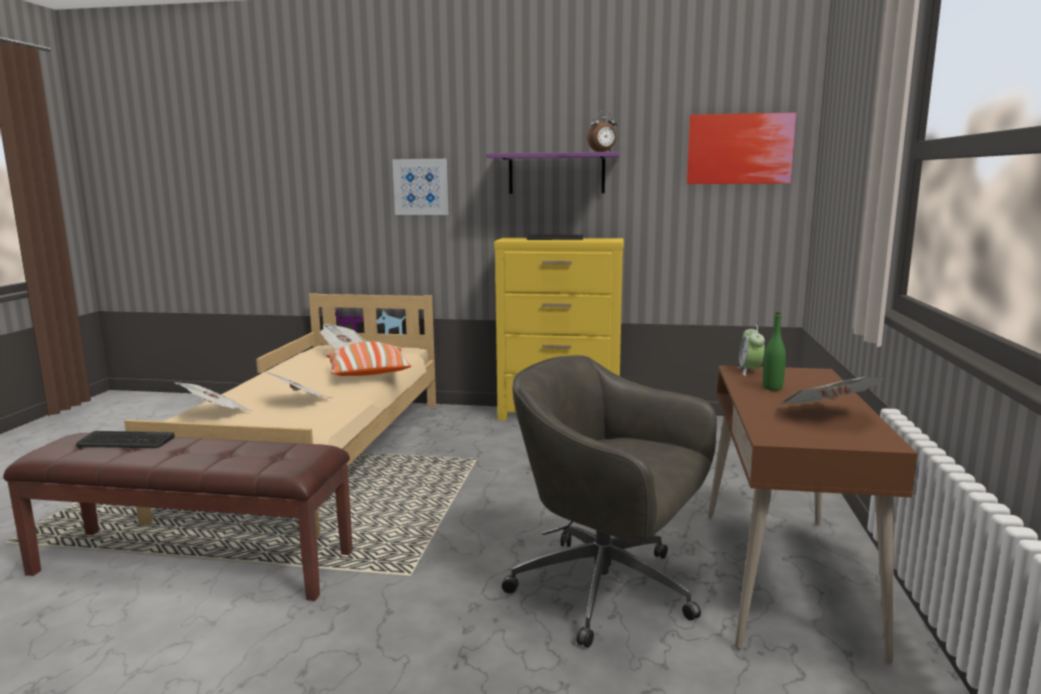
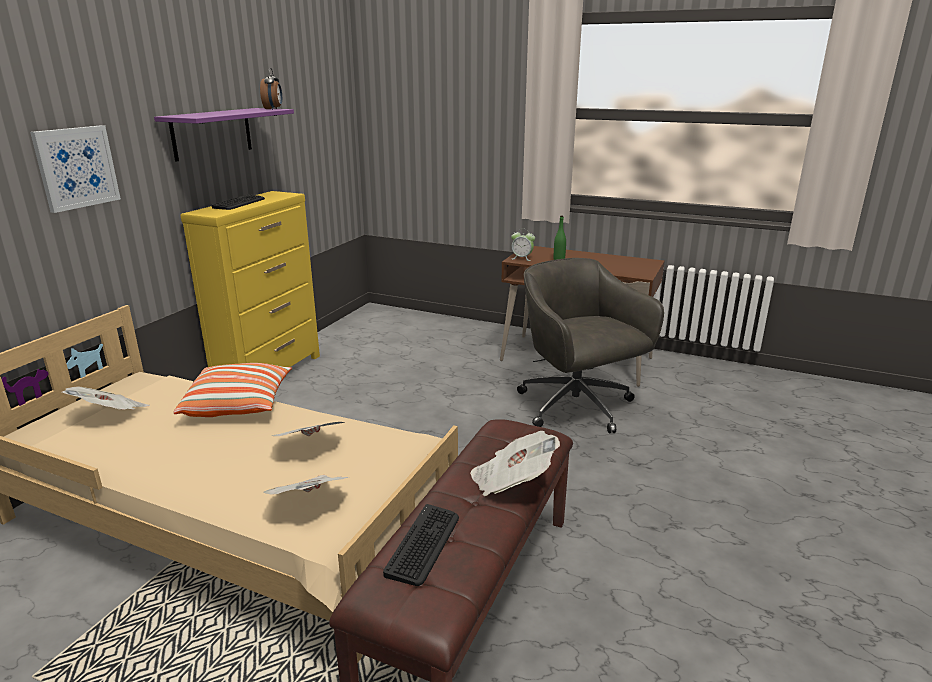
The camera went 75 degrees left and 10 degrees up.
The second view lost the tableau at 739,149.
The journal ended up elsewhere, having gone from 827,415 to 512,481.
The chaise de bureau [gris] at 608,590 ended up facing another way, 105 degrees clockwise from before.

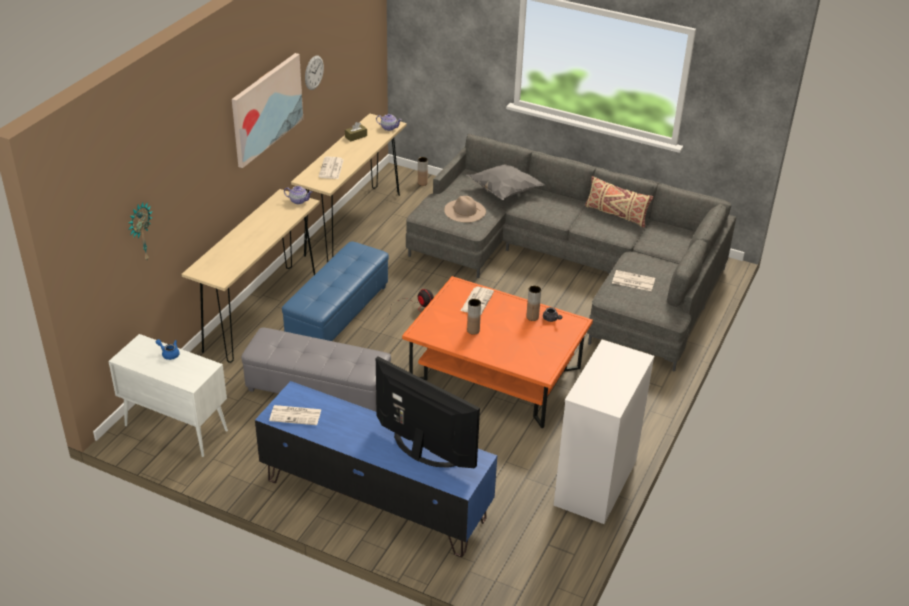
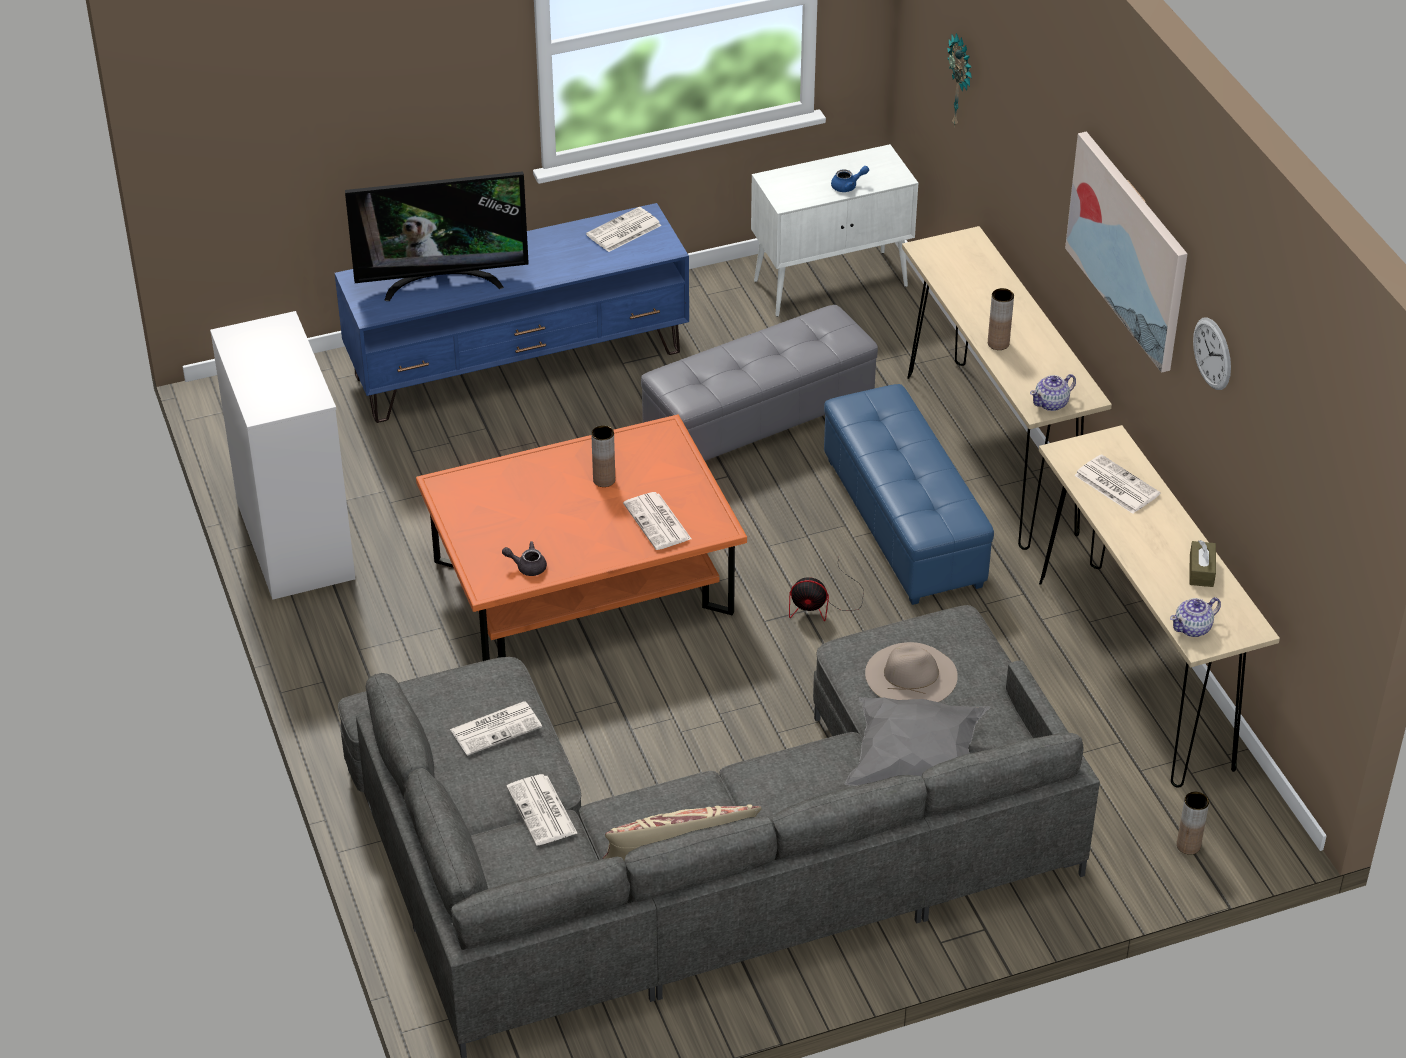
The camera went 135 degrees right and 5 degrees up.
The second view gained the journal at 542,811.
The vase [marron] ended up elsewhere, having gone from 532,317 to 998,343.

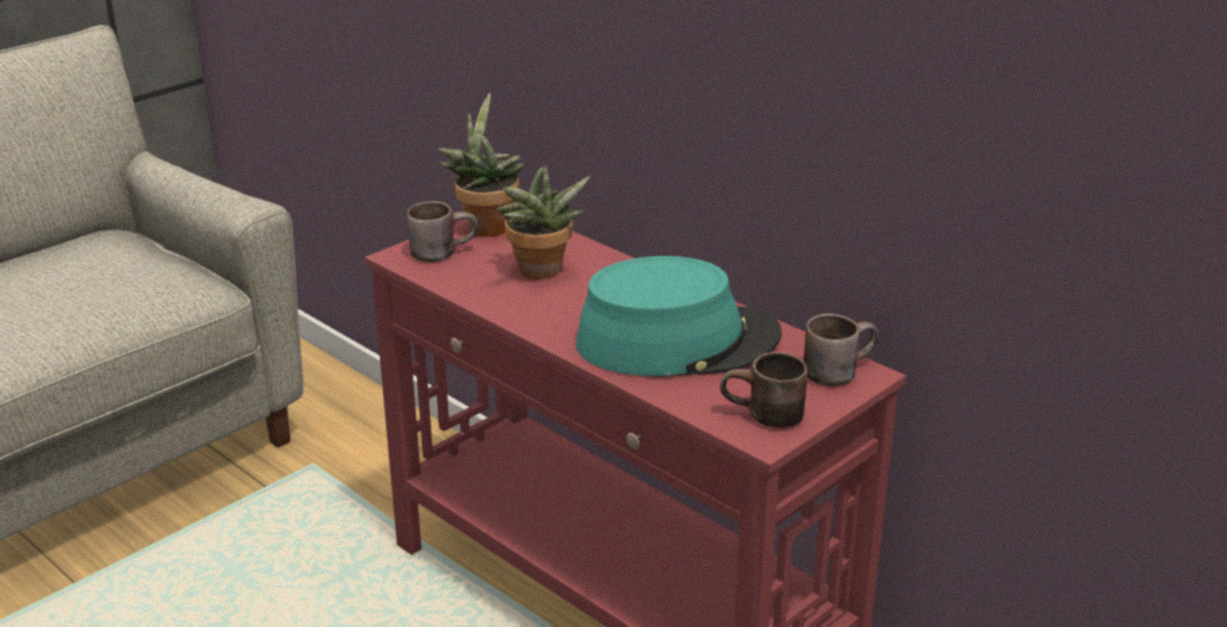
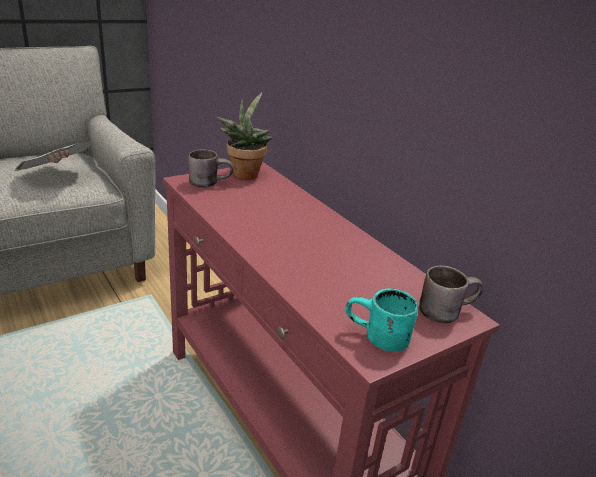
The camera went 10 degrees right and 0 degrees up.
The second view lost the plante en pot at 540,273.
The second view lost the chapeau [turquoise] at 677,341.
The second view gained the journal at 56,175.
What was the mug [marron] at 764,418 turned into the mug [turquoise] at 377,339.

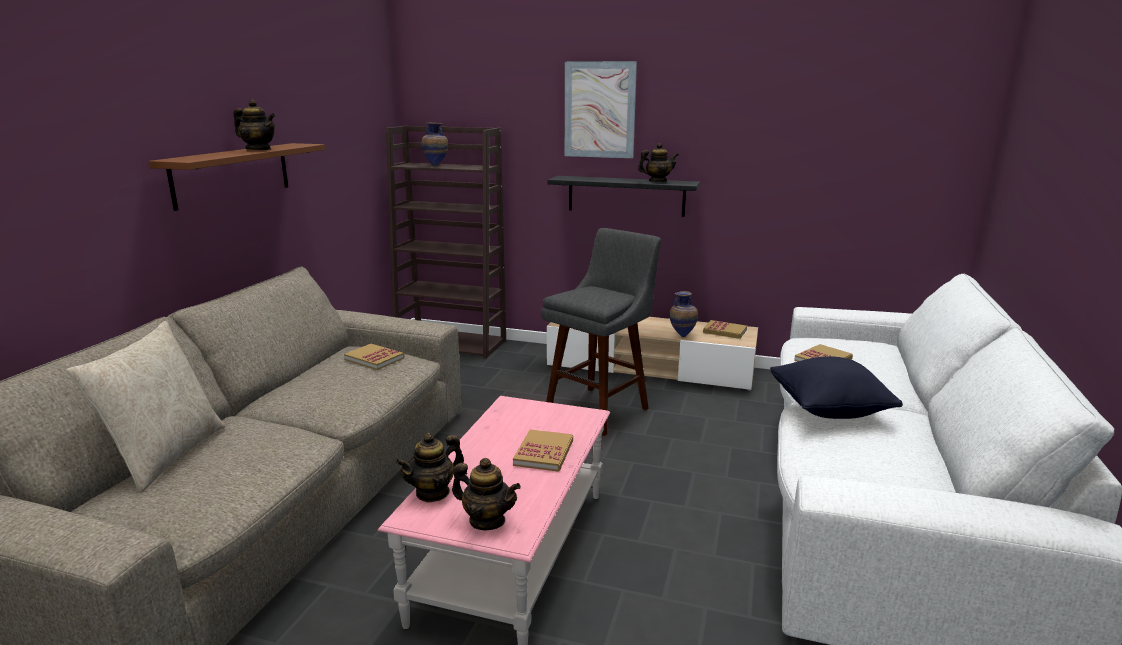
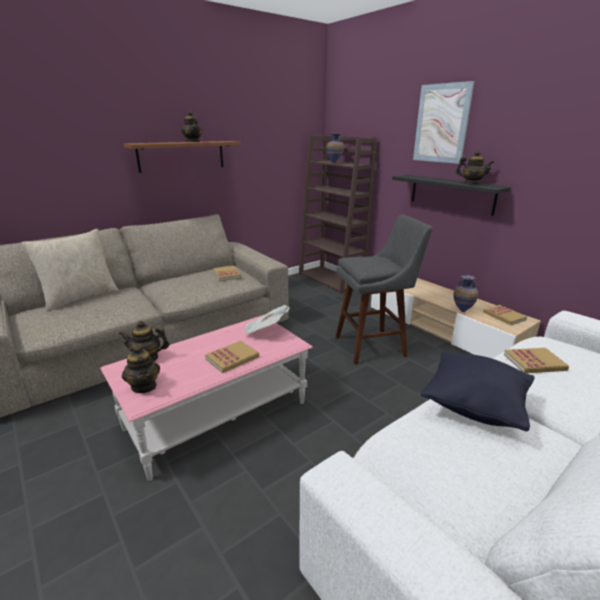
The camera went 35 degrees right and 5 degrees up.
The second view gained the journal at 265,331.

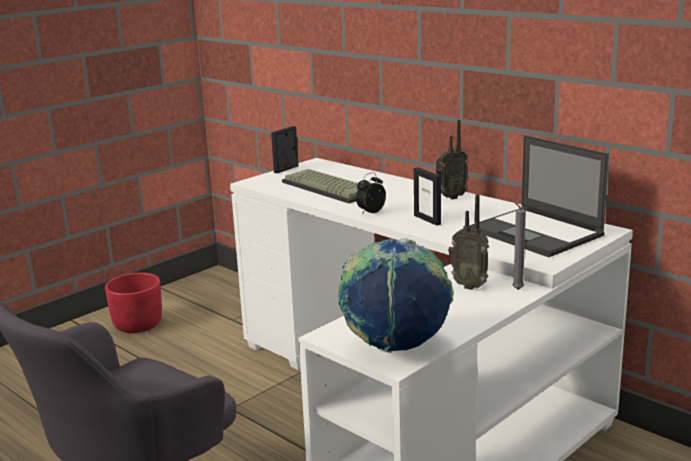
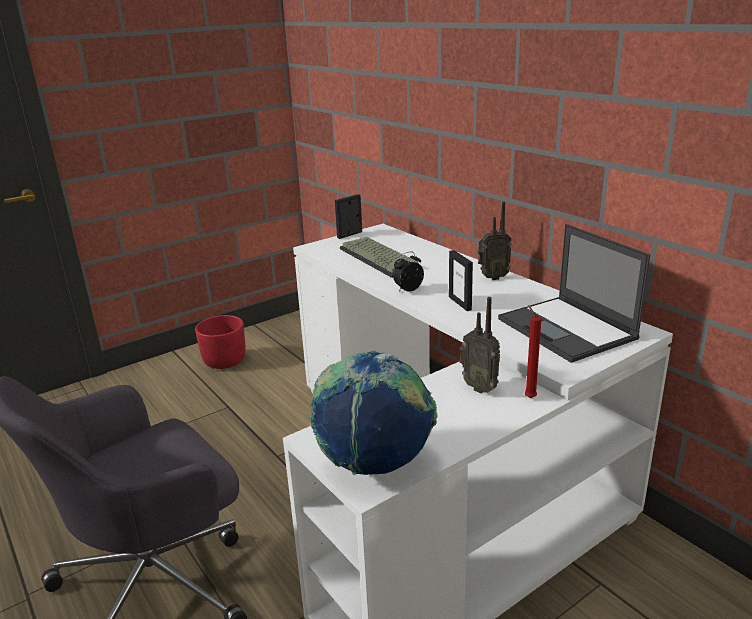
The camera went 10 degrees right and 5 degrees up.
What was the bougie [gris] at 516,289 turned into the bougie [rouge] at 528,397.

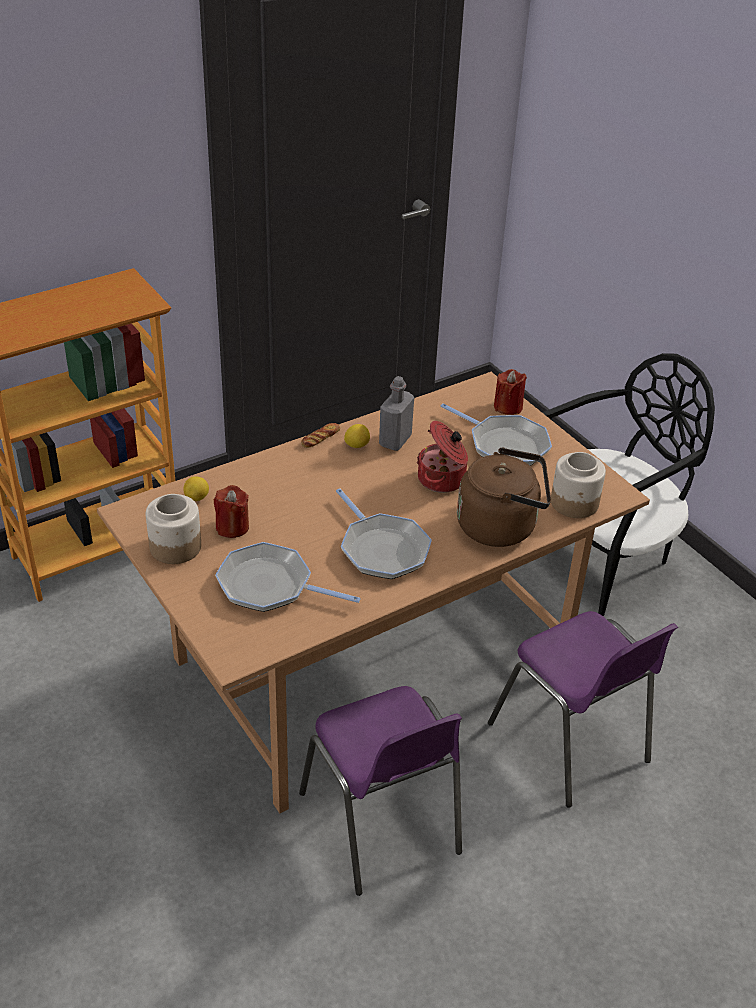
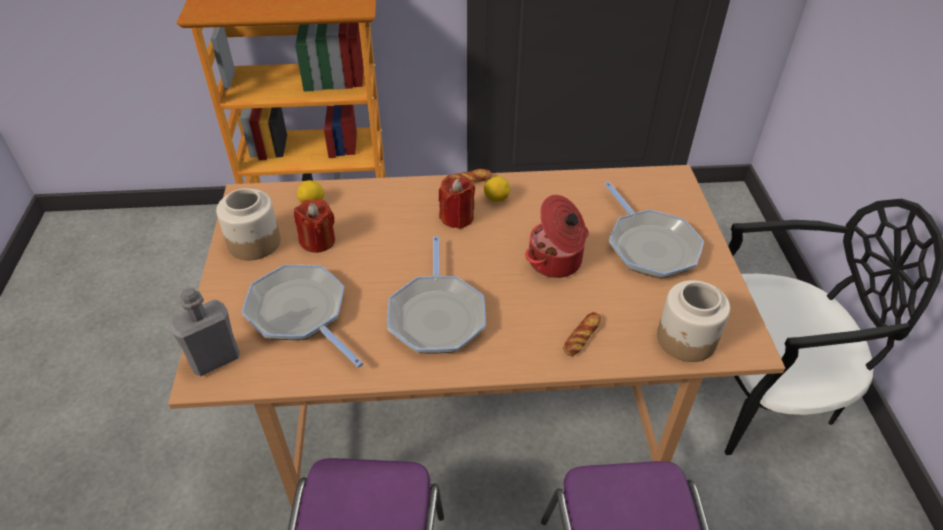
The camera went 30 degrees right and 5 degrees up.
The bouteille [gris] ended up elsewhere, having gone from 395,440 to 215,359.
The bougie [rouge] ended up elsewhere, having gone from 508,407 to 457,217.
Where the bouilloire [marron] stood at 501,526, the pain came to stand at 581,336.

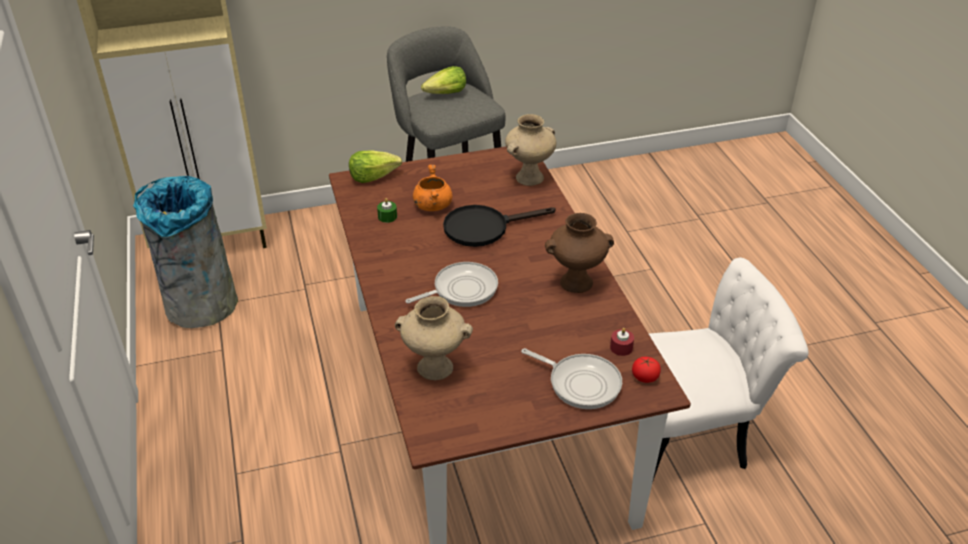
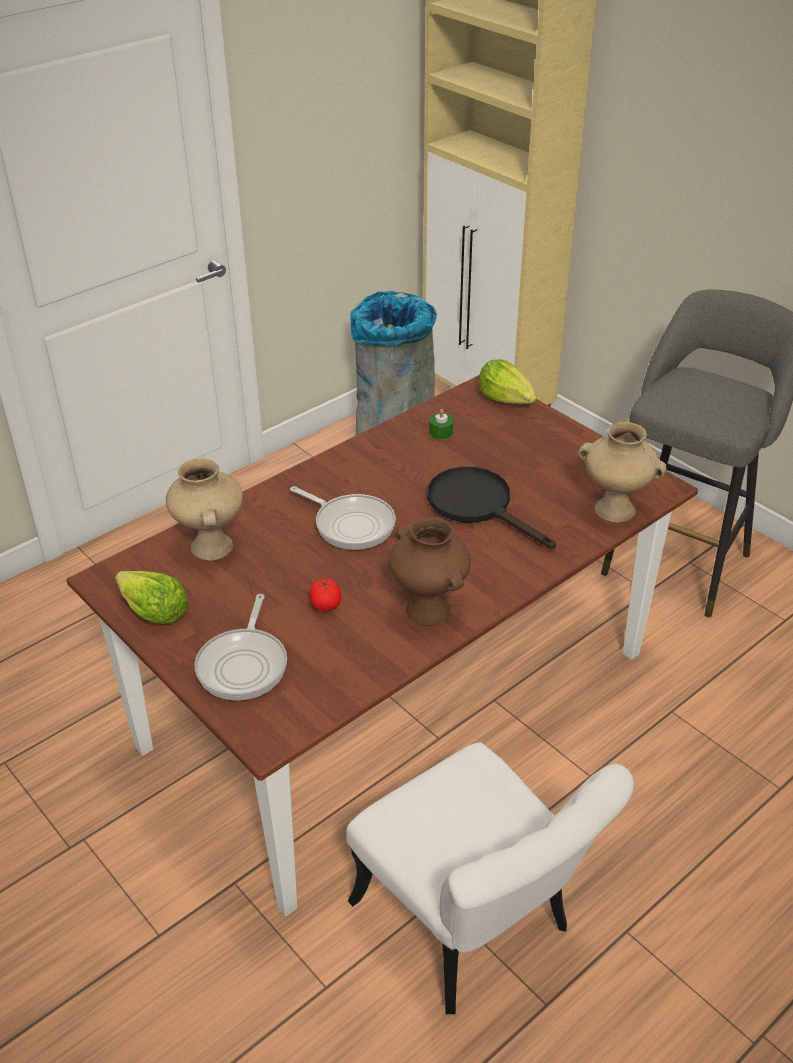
The camera went 65 degrees right and 0 degrees up.
The second view lost the marmite [orange] at 432,205.
The second view lost the bougie [rouge] at 621,347.
The laitue ended up elsewhere, having gone from 446,94 to 153,612.
The tomate ended up elsewhere, having gone from 645,377 to 325,605.

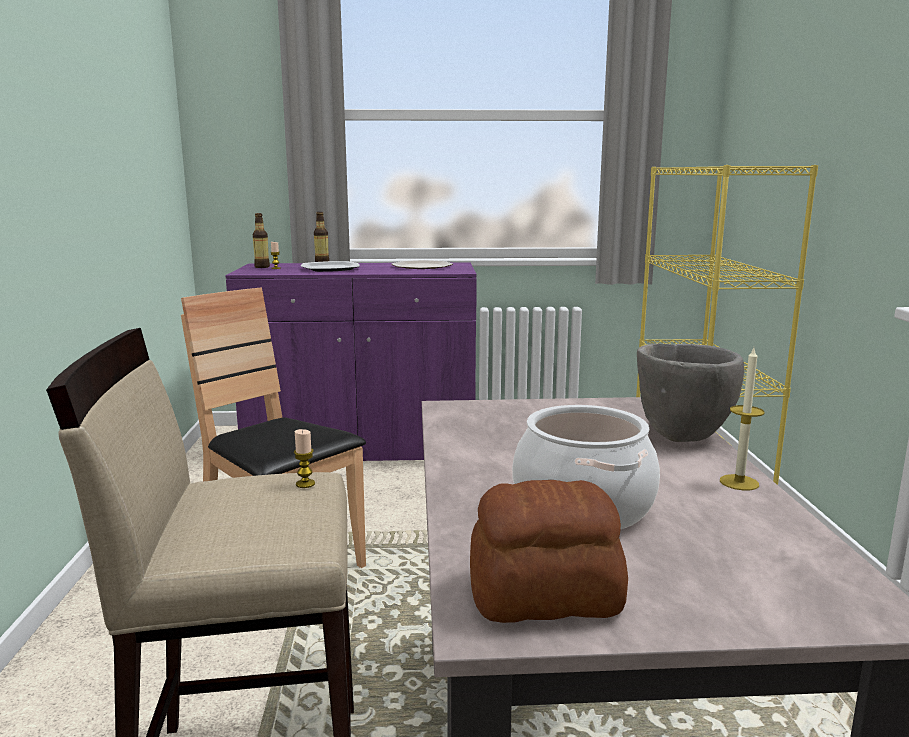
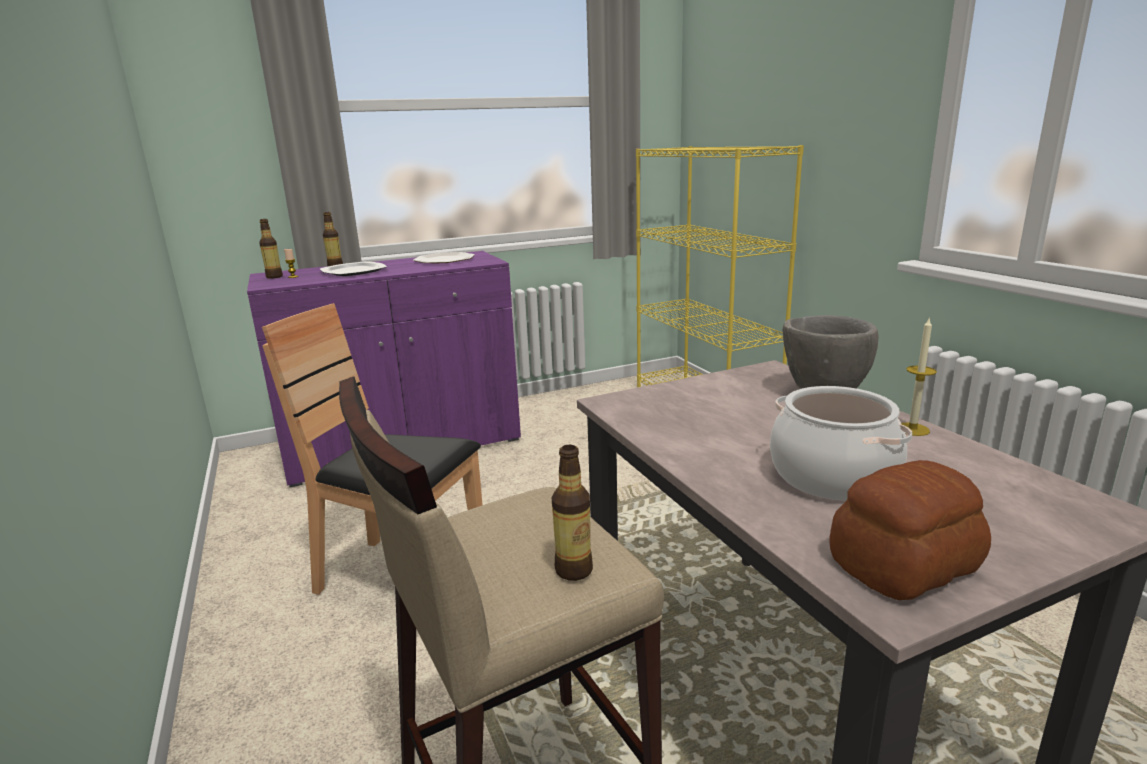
The camera went 20 degrees left and 5 degrees up.
The second view lost the bougie at 305,484.
The second view gained the bouteille at 574,570.

